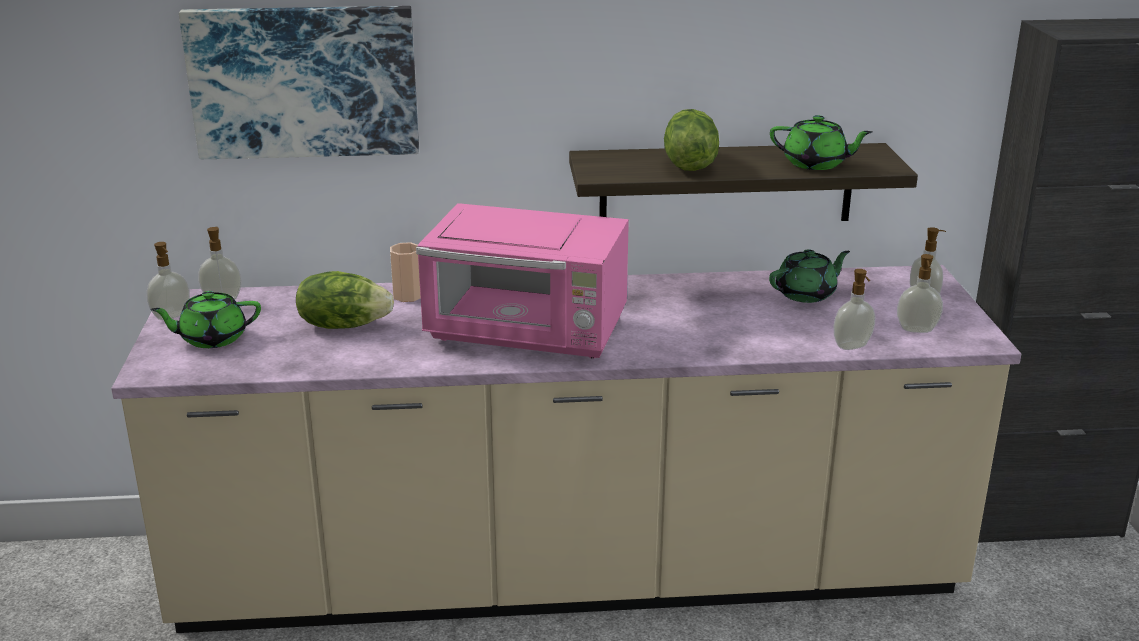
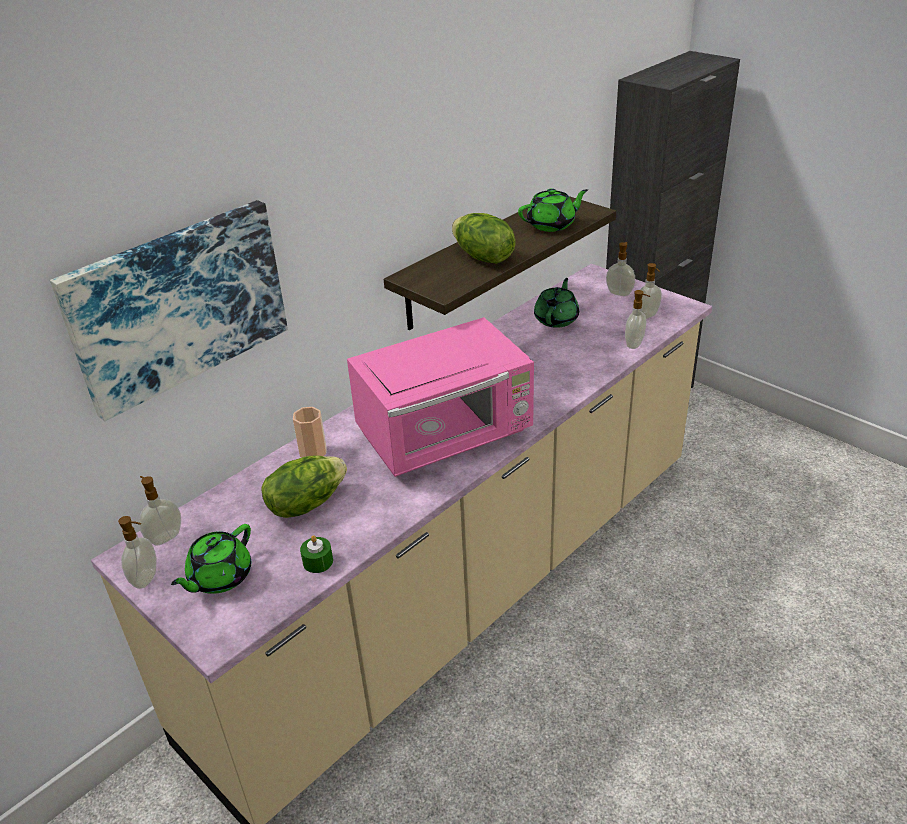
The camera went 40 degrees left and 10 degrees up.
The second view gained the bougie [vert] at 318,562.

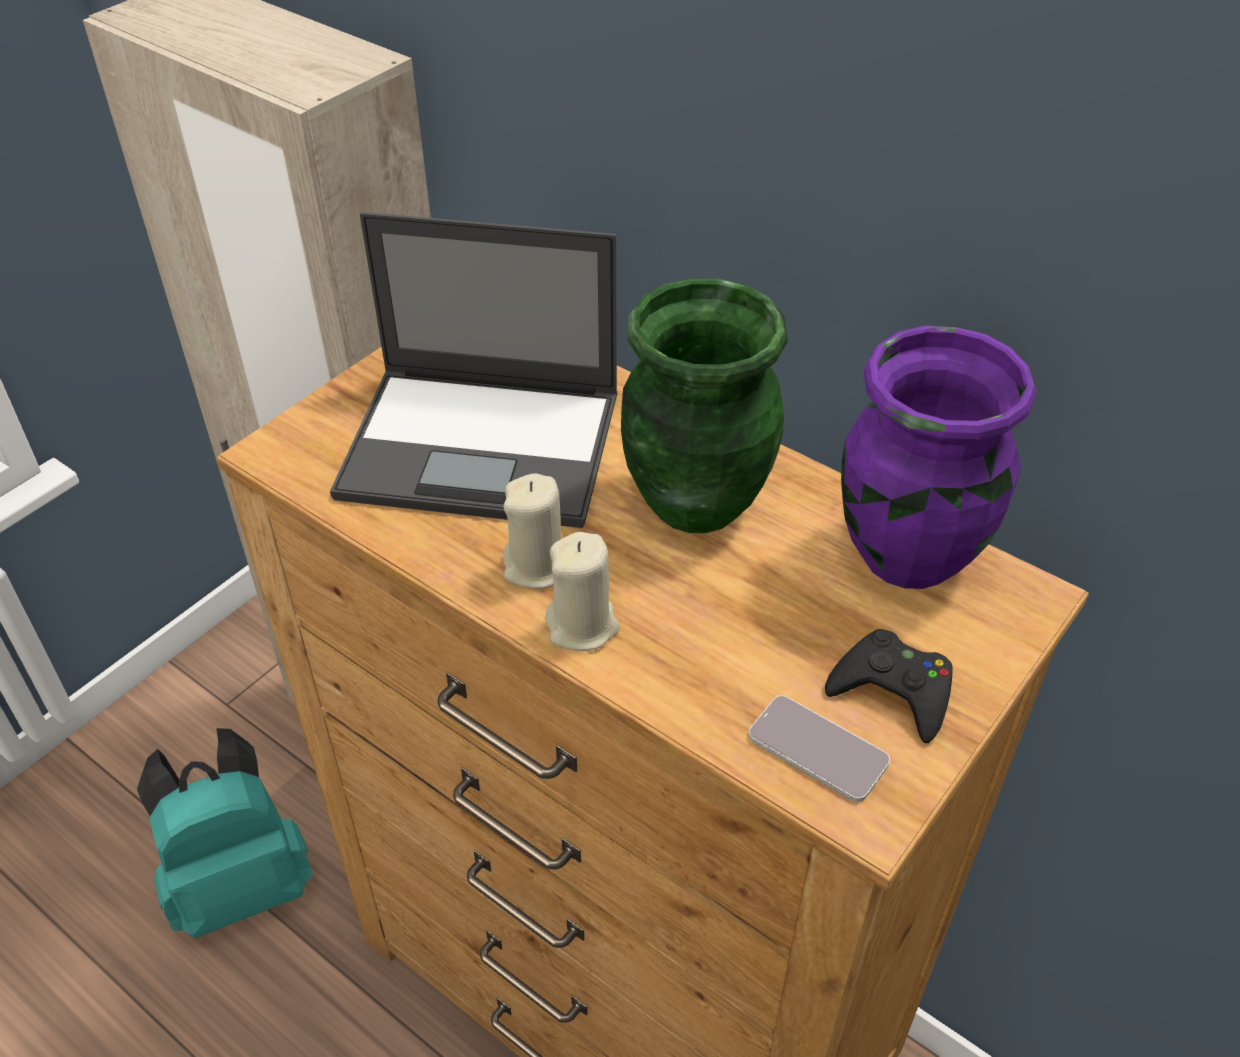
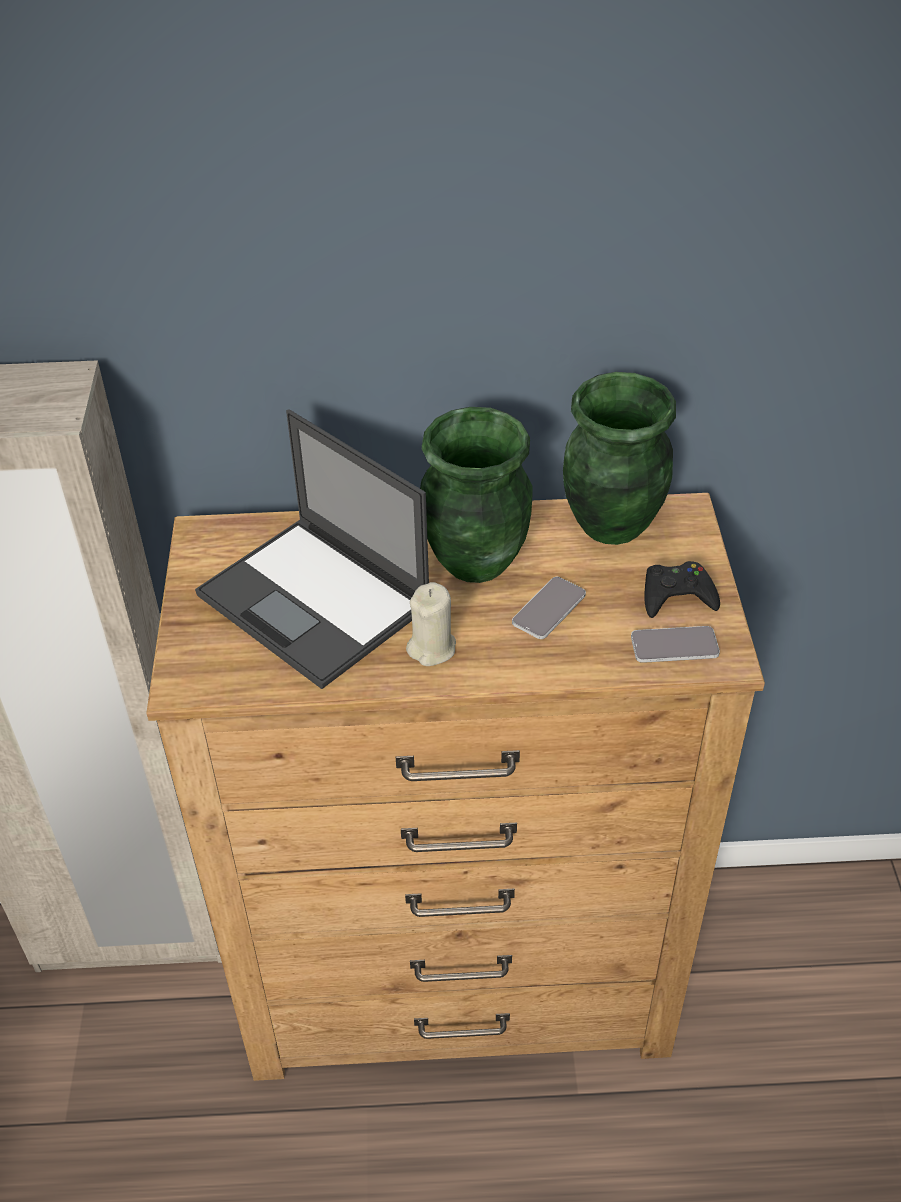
The camera went 40 degrees left and 0 degrees up.
The second view lost the sac à dos [turquoise] at 242,884.
The second view lost the bougie [beige] at 583,626.
The second view gained the téléphone at 549,609.
What was the vase [violet] at 905,555 turned into the vase [vert] at 610,525.
The ordinateur portable at 485,446 ended up facing another way, 75 degrees clockwise from before.

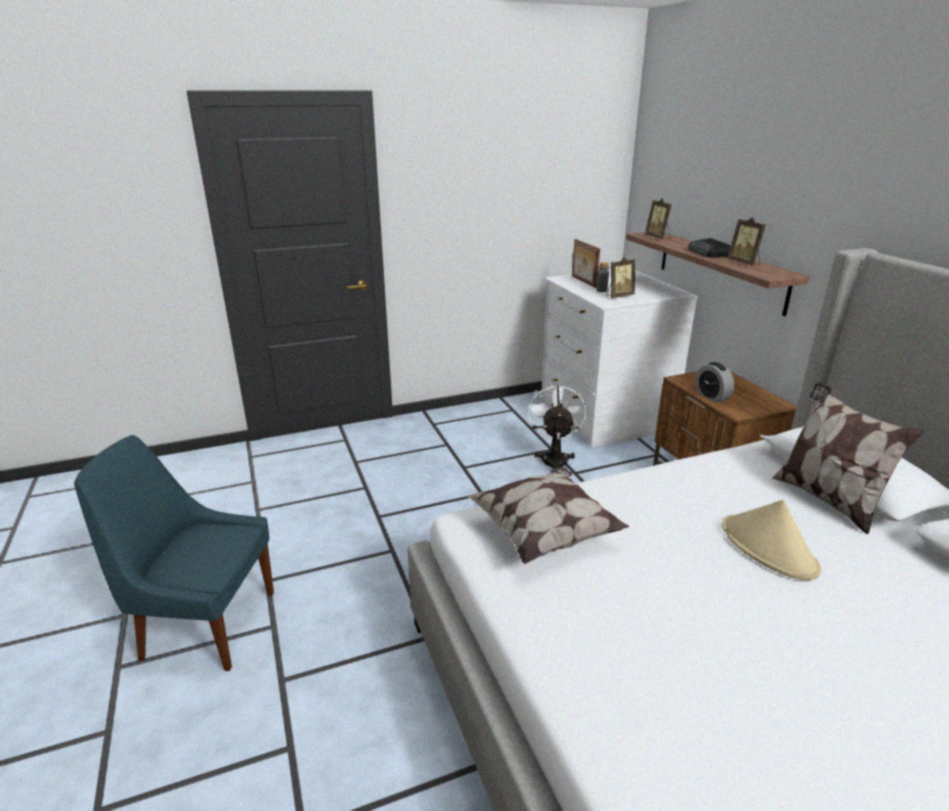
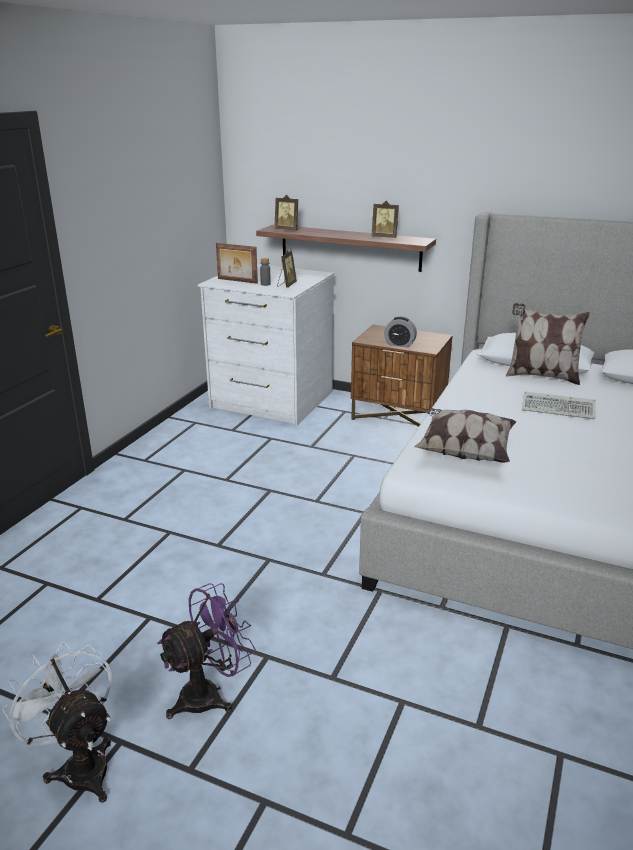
The camera went 45 degrees left and 0 degrees up.
The second view lost the radio at 709,253.
The ventilateur [blanc] ended up elsewhere, having gone from 554,458 to 80,765.
Where the chaise [bleu] stood at 204,624, the ventilateur [violet] came to stand at 209,694.
Where the chapeau [beige] stood at 769,548, the clavier came to stand at 559,409.

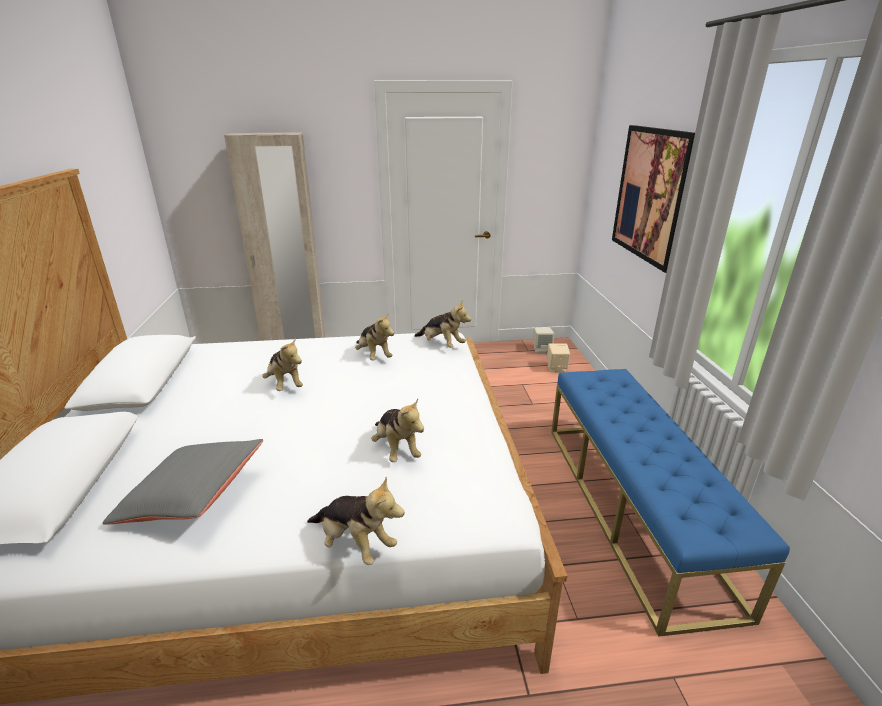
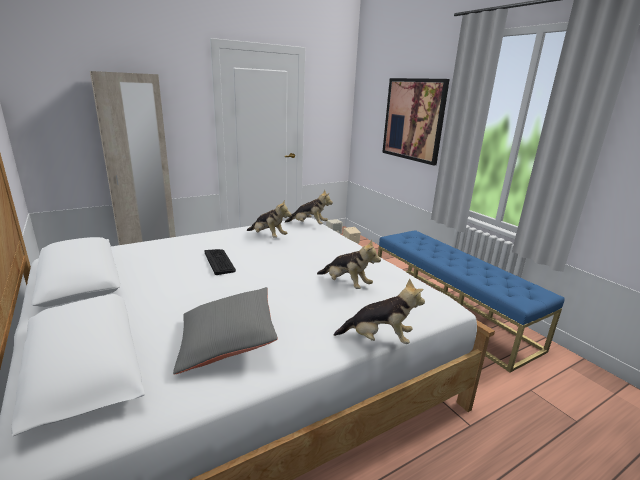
The camera went 25 degrees left and 5 degrees down.
Where the peluche stood at 285,384, the clavier came to stand at 219,262.

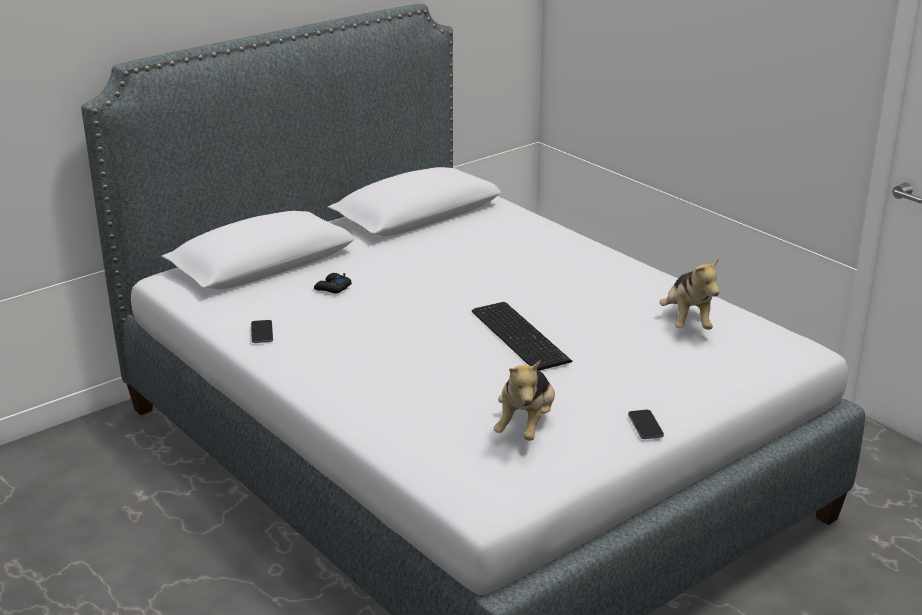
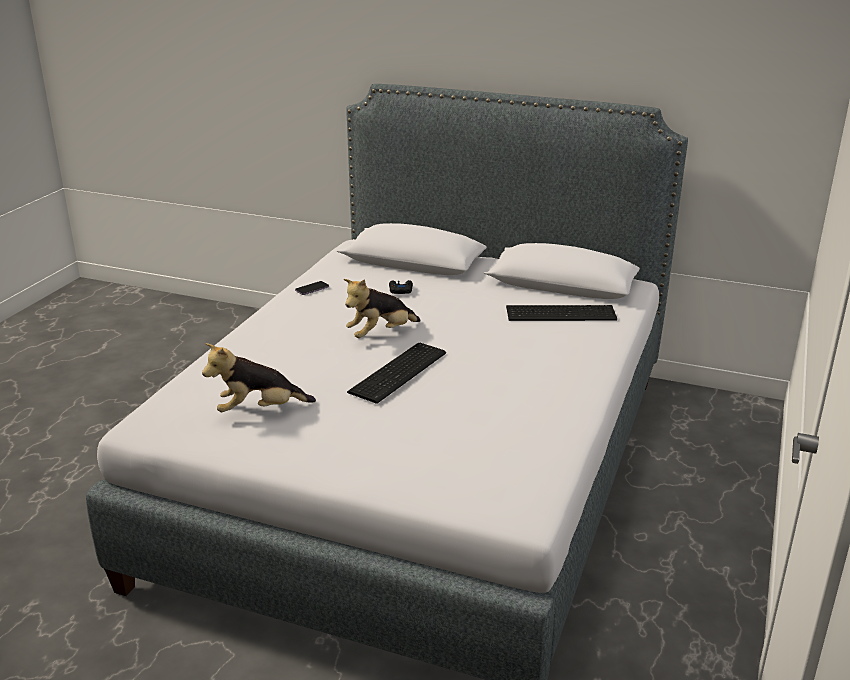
The camera went 60 degrees right and 0 degrees up.
The second view lost the téléphone at 645,426.
The second view gained the clavier at 559,312.
The peluche ended up elsewhere, having gone from 687,321 to 380,334.

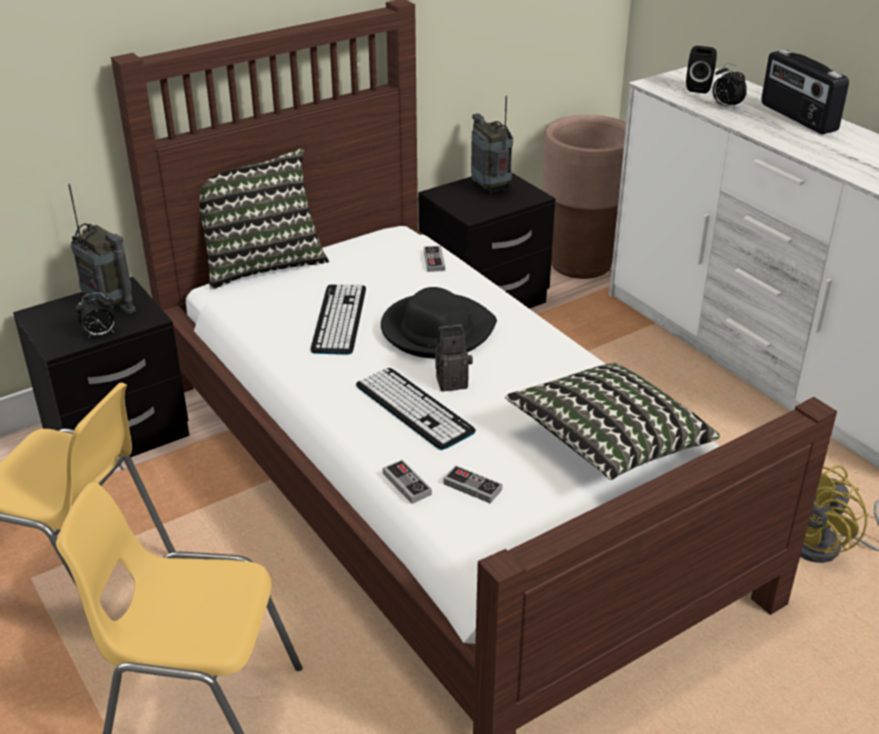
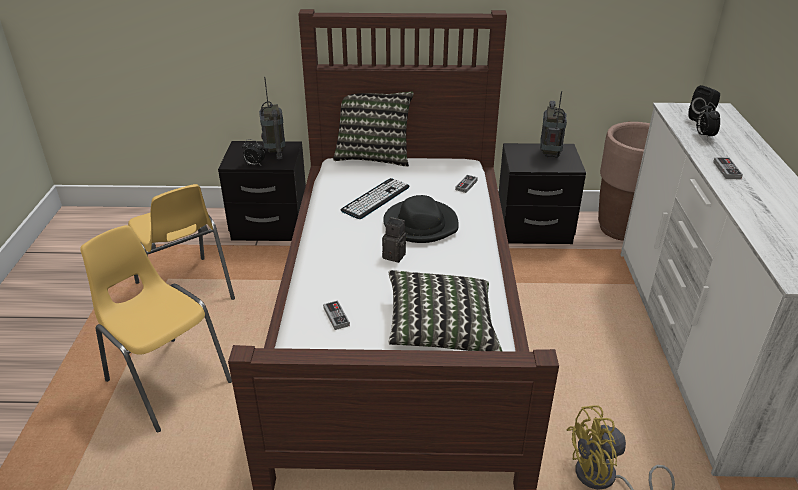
The camera went 35 degrees right and 0 degrees up.
The second view lost the clavier at 414,408.
The second view lost the radio at 797,117.
The manette ended up elsewhere, having gone from 406,484 to 726,170.

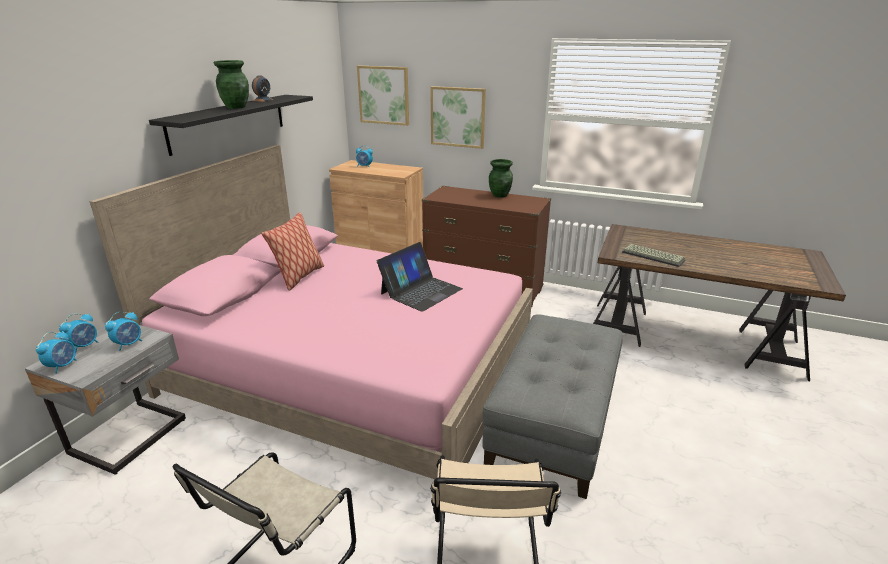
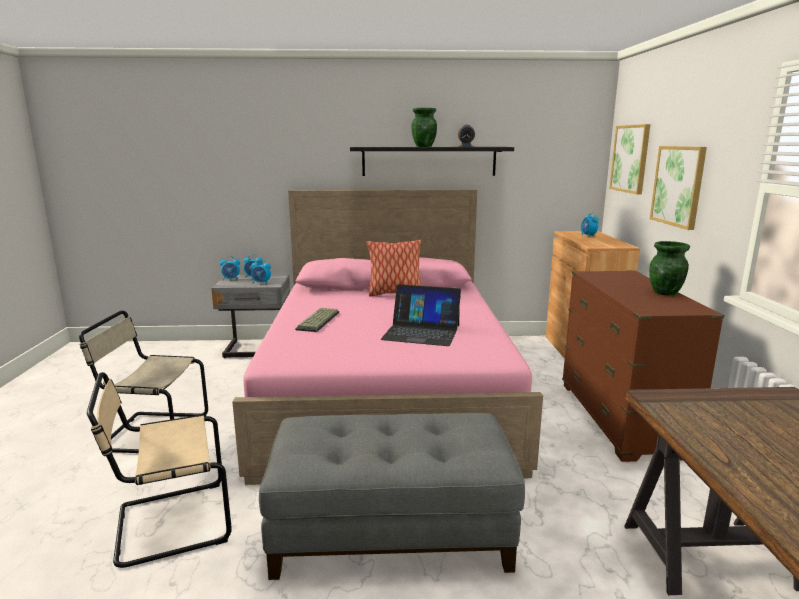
The camera went 65 degrees right and 10 degrees down.
The clavier ended up elsewhere, having gone from 654,256 to 319,321.

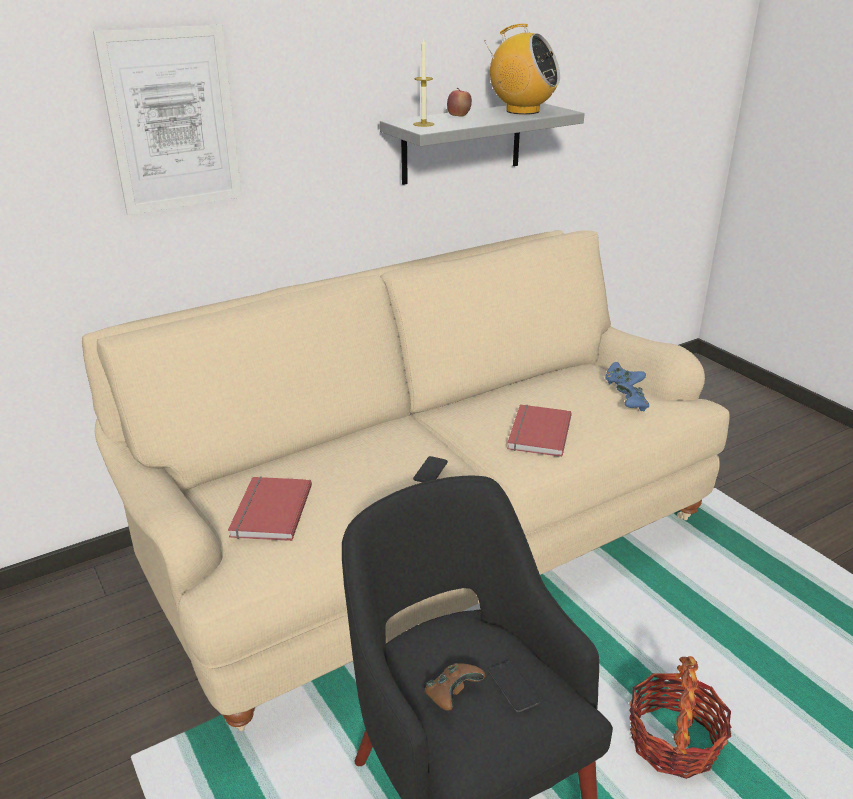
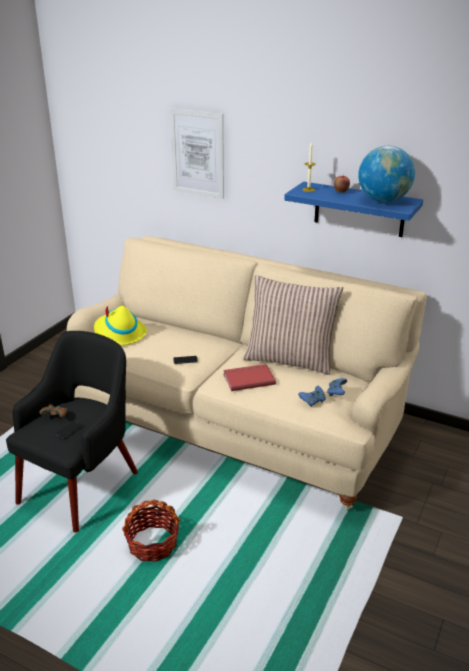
The camera went 60 degrees right and 0 degrees up.
The second view gained the coussin at 290,359.
Where the livre [rouge] stood at 268,511, the chapeau [jaune] came to stand at 119,333.
Where the radio stood at 522,111, the globe came to stand at 383,200.
What was the étagère [gris] at 462,143 turned into the étagère [bleu] at 359,209.

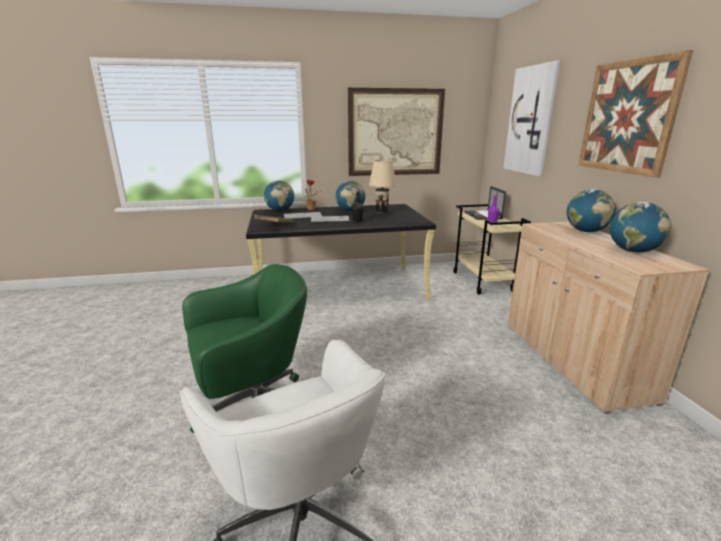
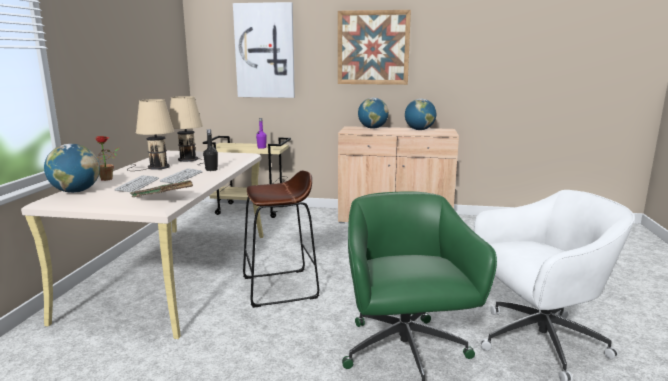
The camera went 70 degrees left and 5 degrees down.
The second view lost the tableau at 395,133.
The second view lost the ordinateur portable at 483,215.
The second view gained the tabouret [marron] at 280,288.
Where the globe stood at 350,211, the lampe de table [beige] came to stand at 156,167.
What was the bureau [noir] at 340,289 turned into the bureau [beige] at 175,272.

